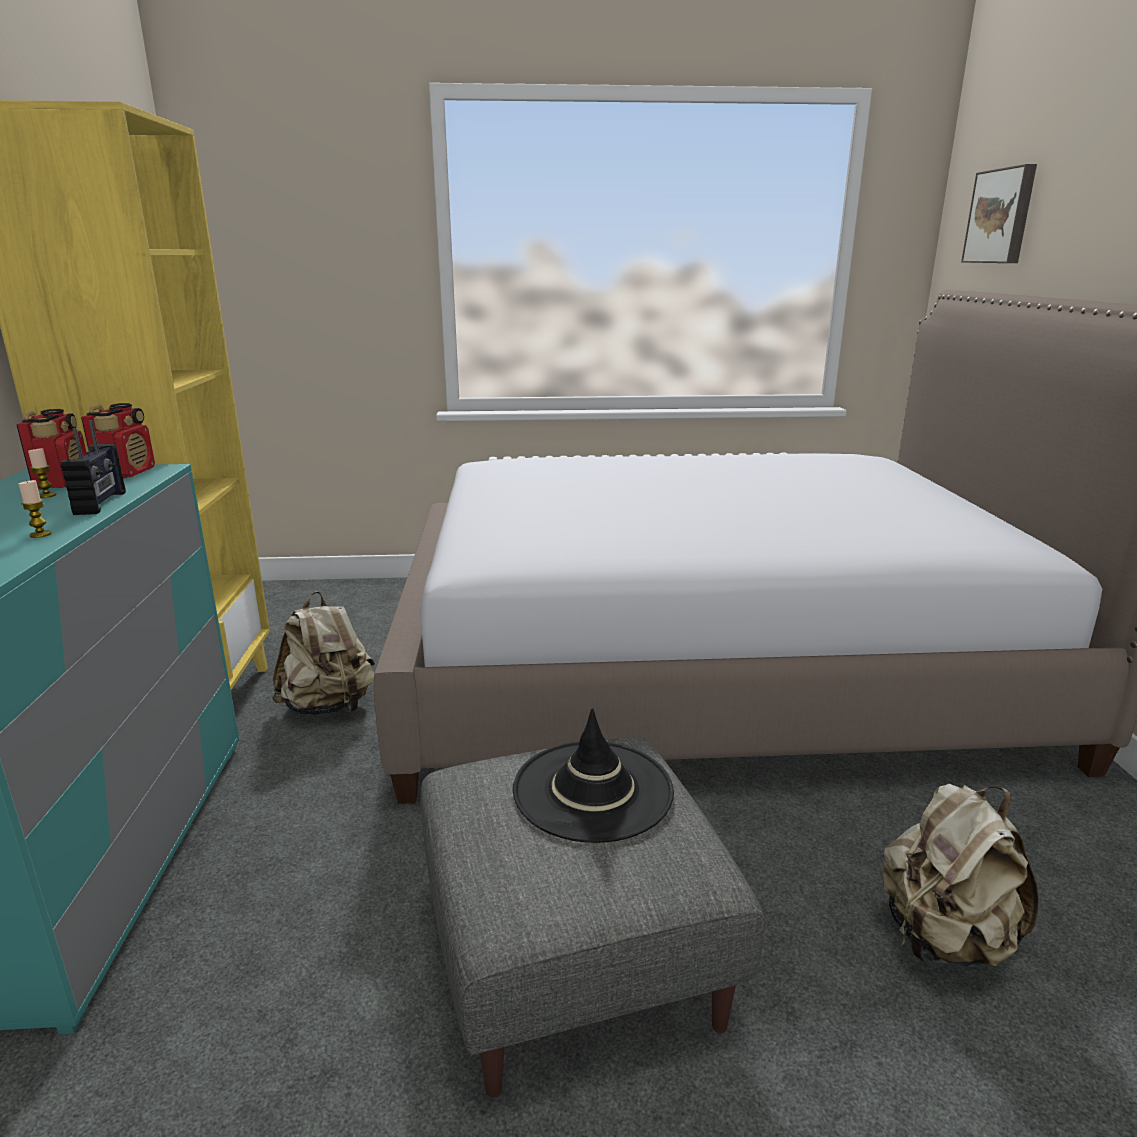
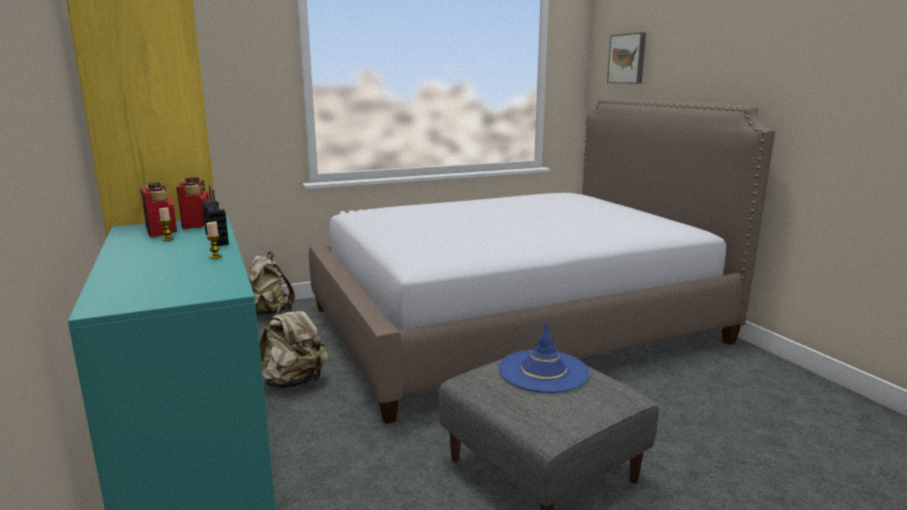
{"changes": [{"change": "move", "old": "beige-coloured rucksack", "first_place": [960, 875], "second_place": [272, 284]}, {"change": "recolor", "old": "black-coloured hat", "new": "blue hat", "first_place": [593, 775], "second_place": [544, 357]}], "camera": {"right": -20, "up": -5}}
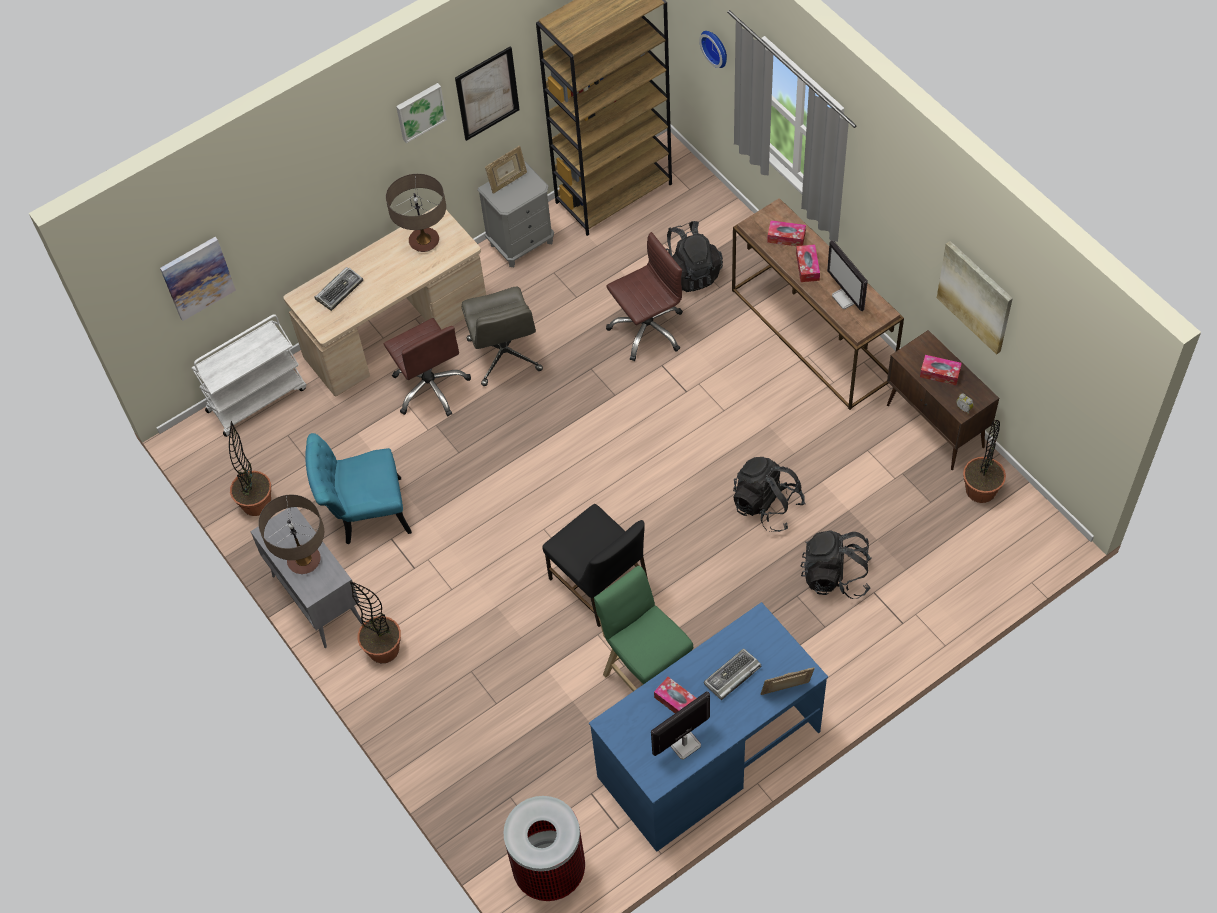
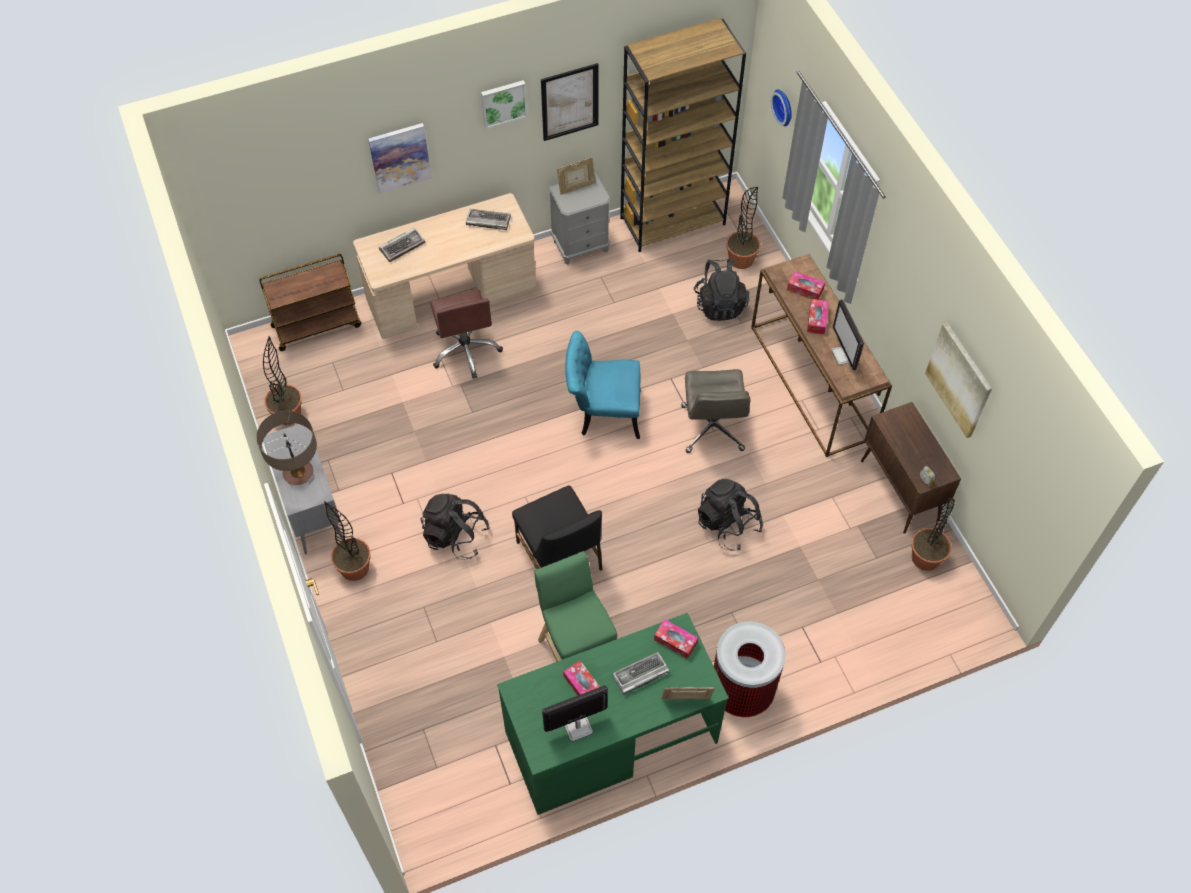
{"changes": [{"change": "delete", "old": "brown-coloured desk chair", "first_place": [644, 296]}, {"change": "insert", "new": "houseplant", "second_place": [743, 228]}, {"change": "move", "old": "wall picture", "first_place": [198, 279], "second_place": [399, 158]}, {"change": "move", "old": "turquoise-coloured plain chair", "first_place": [358, 489], "second_place": [603, 385]}, {"change": "move", "old": "greyish desk chair", "first_place": [502, 336], "second_place": [715, 411]}, {"change": "move", "old": "waste bin", "first_place": [544, 848], "second_place": [750, 669]}, {"change": "move", "old": "black-coloured rucksack", "first_place": [836, 565], "second_place": [455, 526]}, {"change": "move", "old": "tissue holder", "first_place": [941, 370], "second_place": [676, 639]}, {"change": "replace", "old": "table lamp", "new": "keyboard", "first_place": [416, 213], "second_place": [488, 219]}, {"change": "recolor", "old": "whitish trolley", "new": "brown-coloured trolley", "first_place": [249, 375], "second_place": [310, 302]}, {"change": "recolor", "old": "blue desk unit", "new": "greenish desk unit", "first_place": [708, 726], "second_place": [613, 714]}], "camera": {"right": 10, "up": 0}}
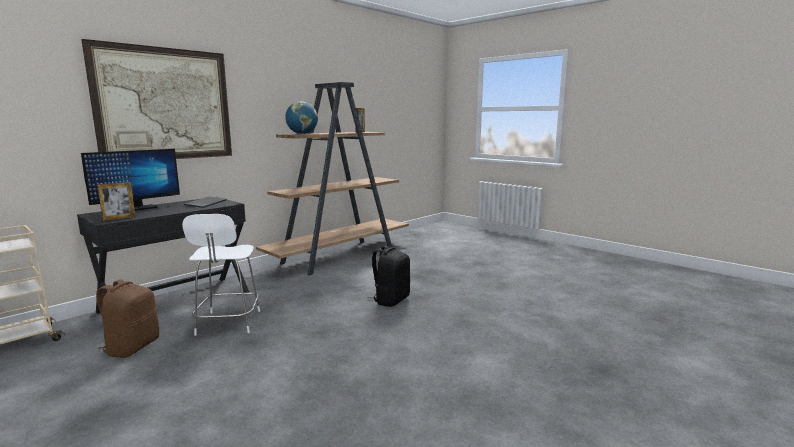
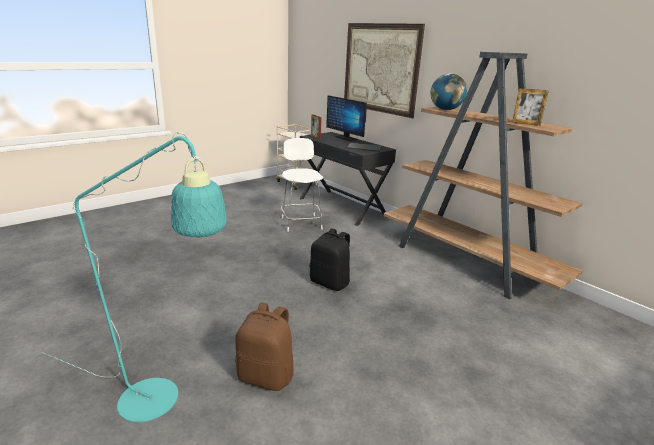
{"changes": [{"change": "insert", "new": "turquoise-coloured standing lamp", "second_place": [134, 277]}, {"change": "move", "old": "brown-coloured rucksack", "first_place": [127, 318], "second_place": [264, 346]}, {"change": "rotate", "old": "whitish plain chair", "first_place": [221, 275], "second_place": [302, 185], "degrees": 75}], "camera": {"right": 95, "up": 10}}
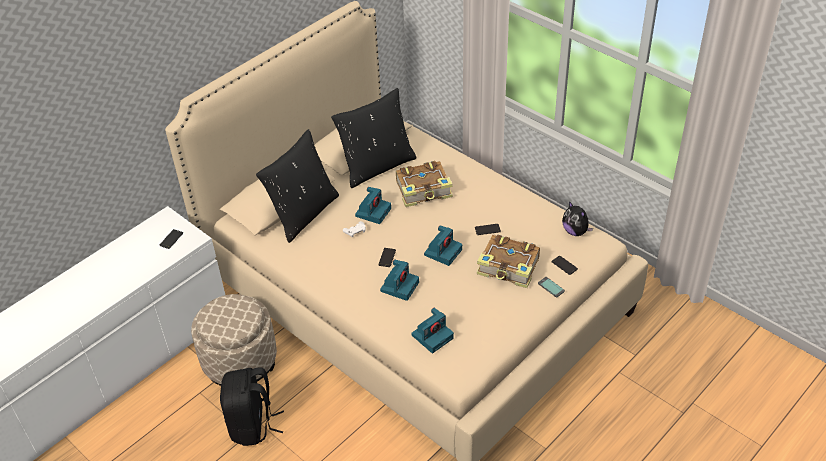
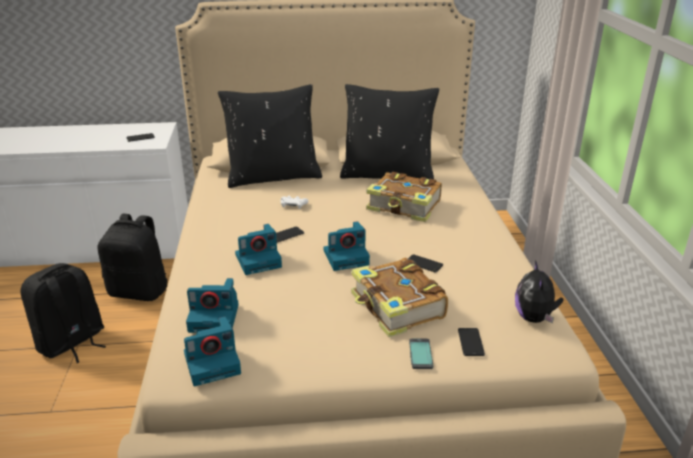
{"changes": [{"change": "move", "old": "still camera", "first_place": [373, 205], "second_place": [212, 351]}, {"change": "replace", "old": "beige-coloured footrest", "new": "black-coloured rucksack", "first_place": [234, 340], "second_place": [133, 257]}], "camera": {"right": 40, "up": -15}}
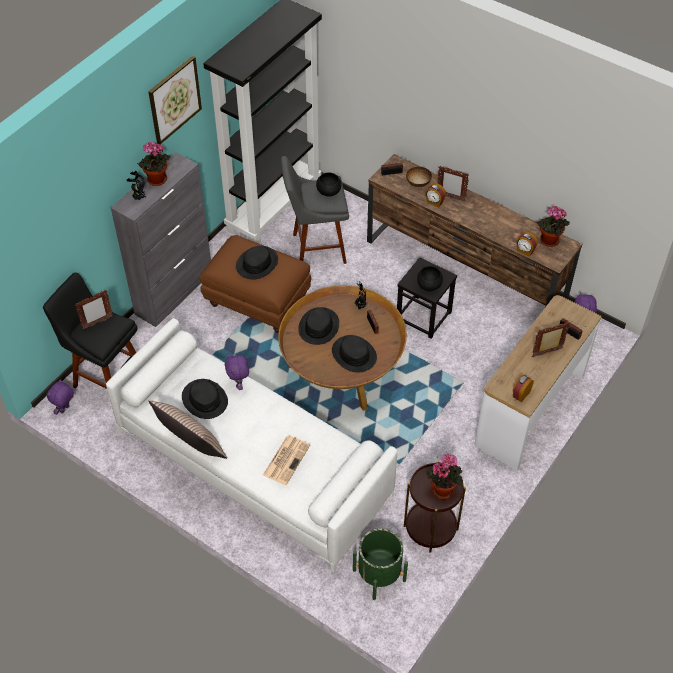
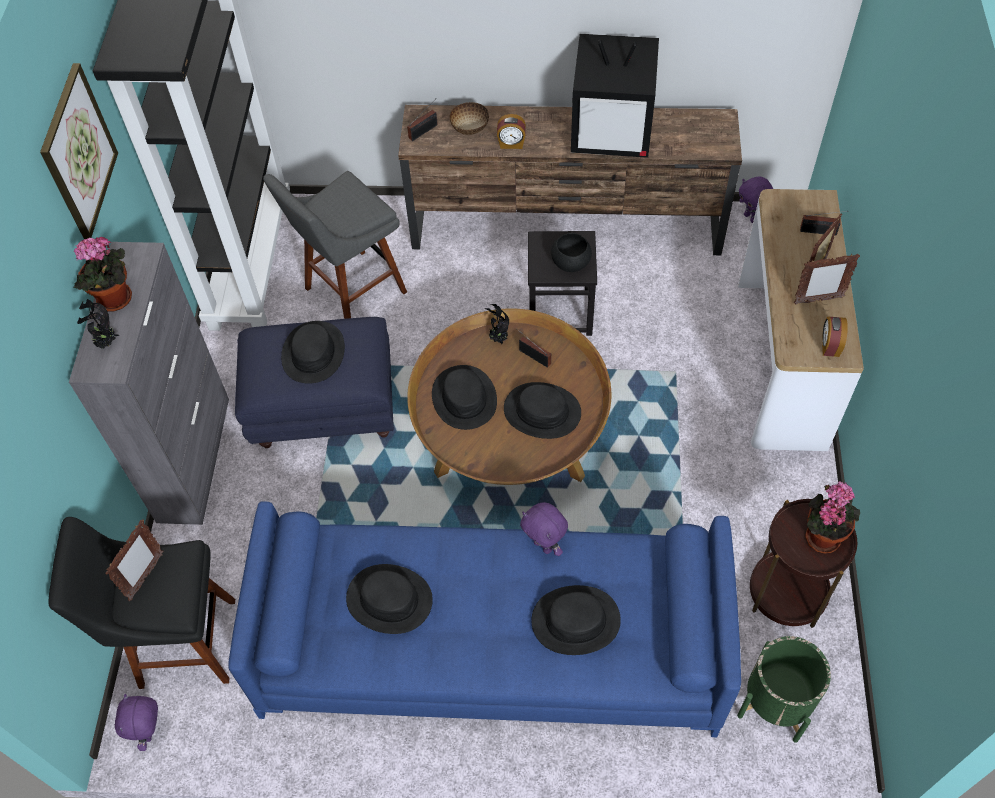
{"changes": [{"change": "delete", "old": "throw pillow", "first_place": [187, 429]}, {"change": "delete", "old": "black-coloured serving bowl", "first_place": [329, 184]}, {"change": "delete", "old": "bedside clock", "first_place": [527, 244]}, {"change": "delete", "old": "houseplant", "first_place": [553, 226]}, {"change": "insert", "new": "TV", "second_place": [615, 96]}, {"change": "move", "old": "purple plush toy", "first_place": [237, 372], "second_place": [544, 529]}, {"change": "move", "old": "picture frame", "first_place": [453, 184], "second_place": [827, 279]}, {"change": "replace", "old": "newspaper", "new": "black-coloured hat", "first_place": [286, 460], "second_place": [576, 620]}, {"change": "recolor", "old": "whitish settee", "new": "blue settee", "first_place": [251, 445], "second_place": [485, 619]}, {"change": "recolor", "old": "brown-coloured footrest", "new": "blue footrest", "first_place": [255, 284], "second_place": [314, 382]}], "camera": {"right": -30, "up": 5}}
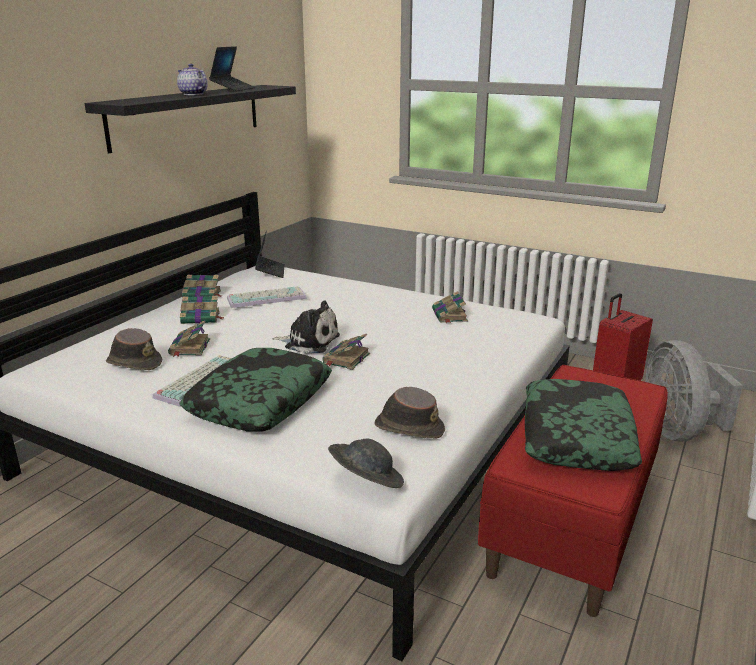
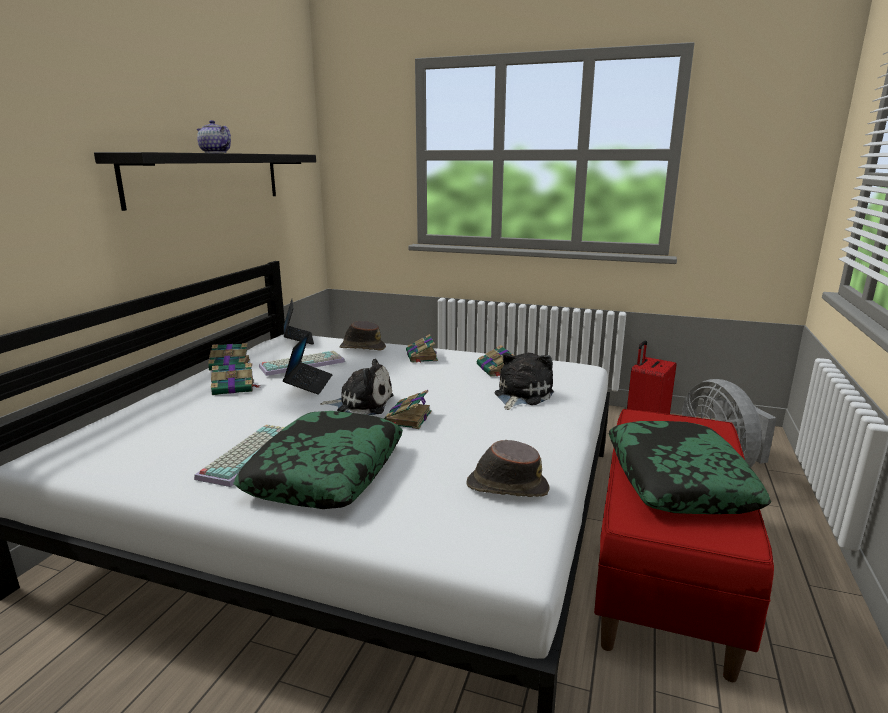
{"changes": [{"change": "delete", "old": "greyish hat", "first_place": [366, 463]}, {"change": "insert", "new": "plush toy", "second_place": [524, 381]}, {"change": "move", "old": "brown-coloured hat", "first_place": [134, 349], "second_place": [362, 336]}, {"change": "move", "old": "volume", "first_place": [189, 338], "second_place": [422, 348]}, {"change": "move", "old": "laptop", "first_place": [232, 68], "second_place": [308, 363]}], "camera": {"right": -10, "up": -5}}
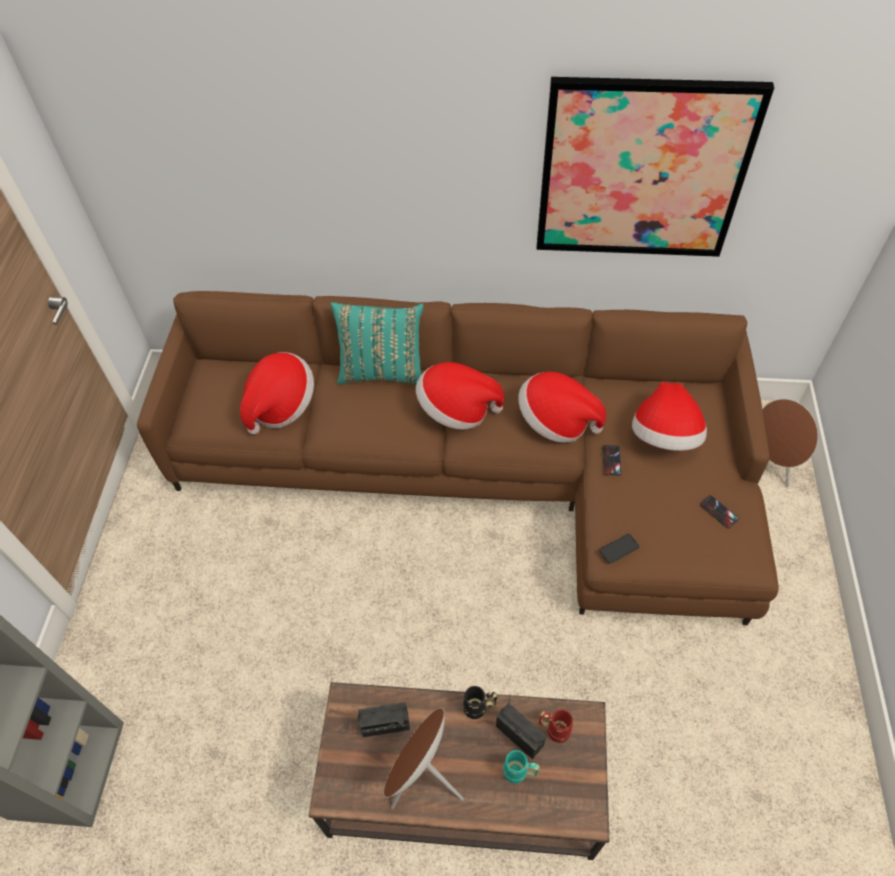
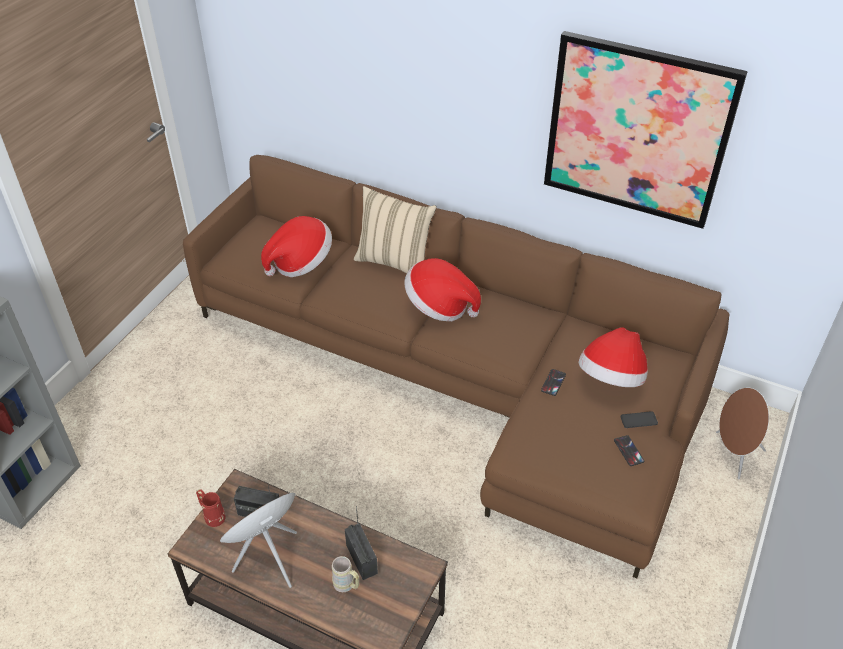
{"changes": [{"change": "delete", "old": "black-coloured tea mug", "first_place": [480, 702]}, {"change": "delete", "old": "hat", "first_place": [562, 407]}, {"change": "move", "old": "red-coloured tea mug", "first_place": [556, 726], "second_place": [211, 508]}, {"change": "move", "old": "handset", "first_place": [619, 549], "second_place": [639, 419]}, {"change": "recolor", "old": "turquoise-coloured throw pillow", "new": "beige-coloured throw pillow", "first_place": [377, 343], "second_place": [395, 229]}, {"change": "recolor", "old": "turquoise-coloured tea mug", "new": "beige-coloured tea mug", "first_place": [521, 767], "second_place": [345, 574]}], "camera": {"right": 20, "up": -10}}
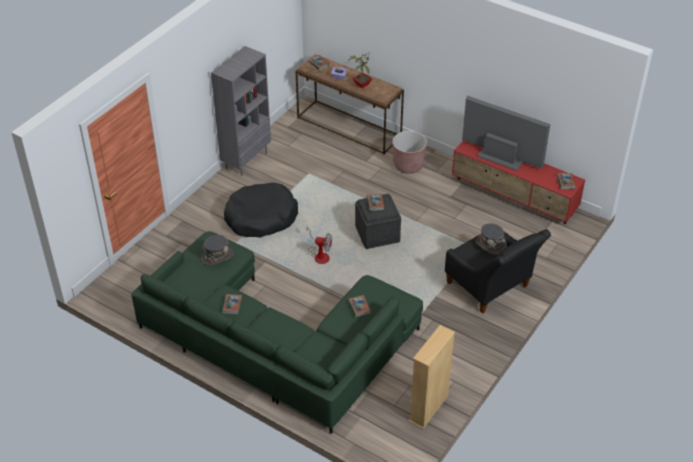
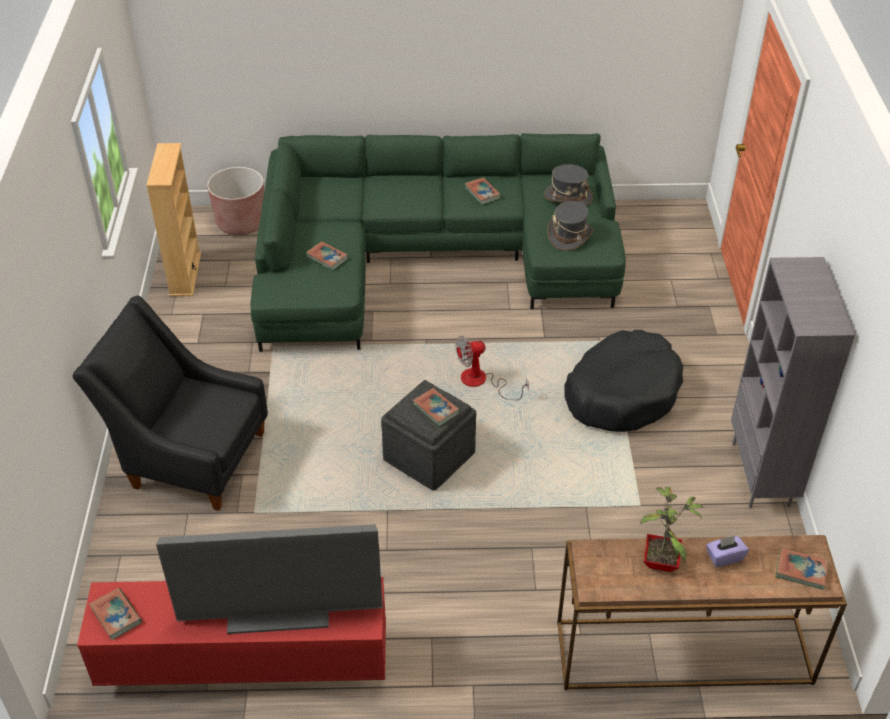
{"changes": [{"change": "move", "old": "brown-coloured planter", "first_place": [409, 152], "second_place": [235, 201]}, {"change": "move", "old": "greyish hat", "first_place": [491, 239], "second_place": [568, 184]}], "camera": {"right": 145, "up": 0}}
